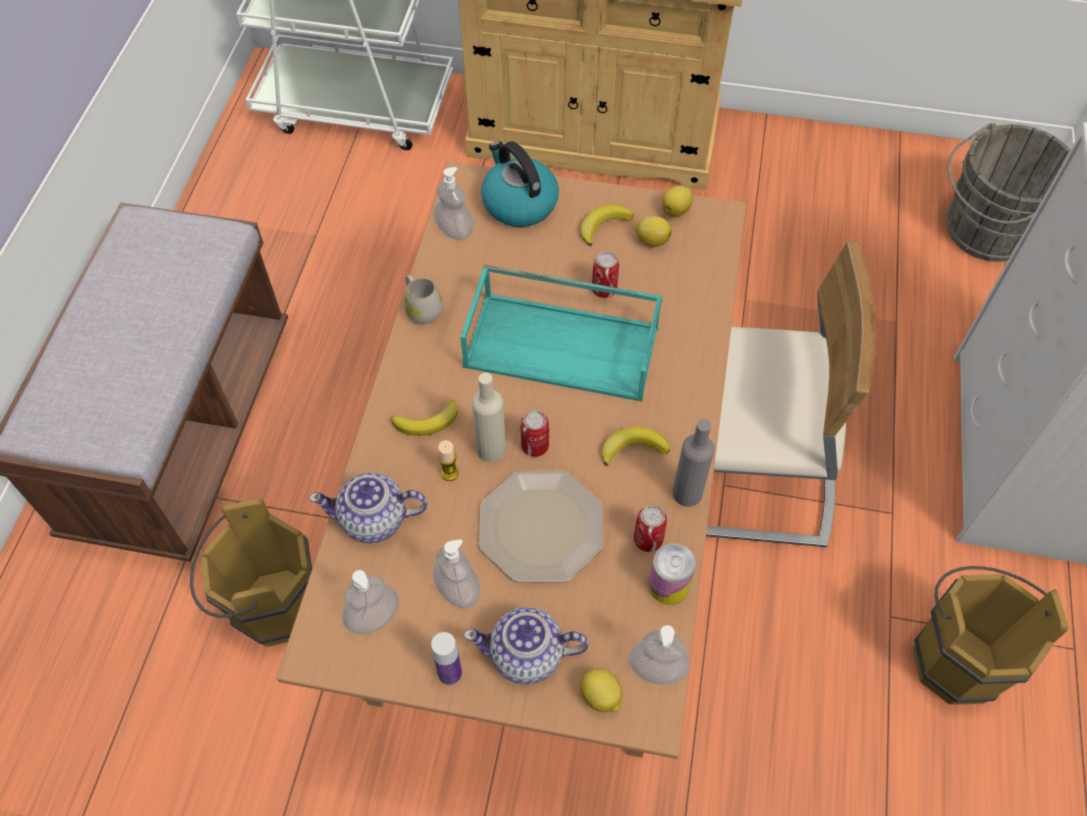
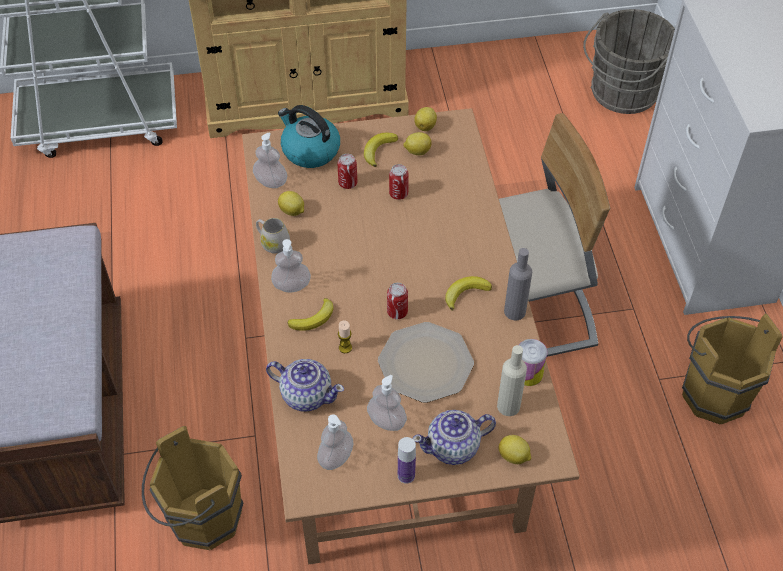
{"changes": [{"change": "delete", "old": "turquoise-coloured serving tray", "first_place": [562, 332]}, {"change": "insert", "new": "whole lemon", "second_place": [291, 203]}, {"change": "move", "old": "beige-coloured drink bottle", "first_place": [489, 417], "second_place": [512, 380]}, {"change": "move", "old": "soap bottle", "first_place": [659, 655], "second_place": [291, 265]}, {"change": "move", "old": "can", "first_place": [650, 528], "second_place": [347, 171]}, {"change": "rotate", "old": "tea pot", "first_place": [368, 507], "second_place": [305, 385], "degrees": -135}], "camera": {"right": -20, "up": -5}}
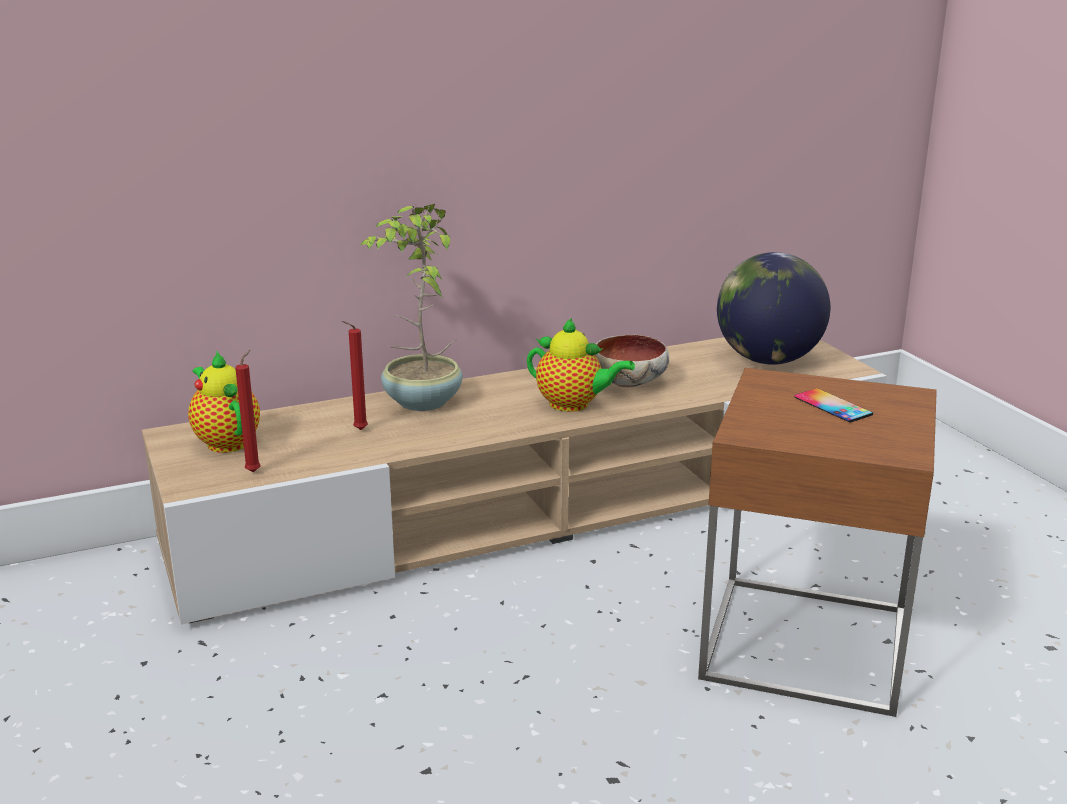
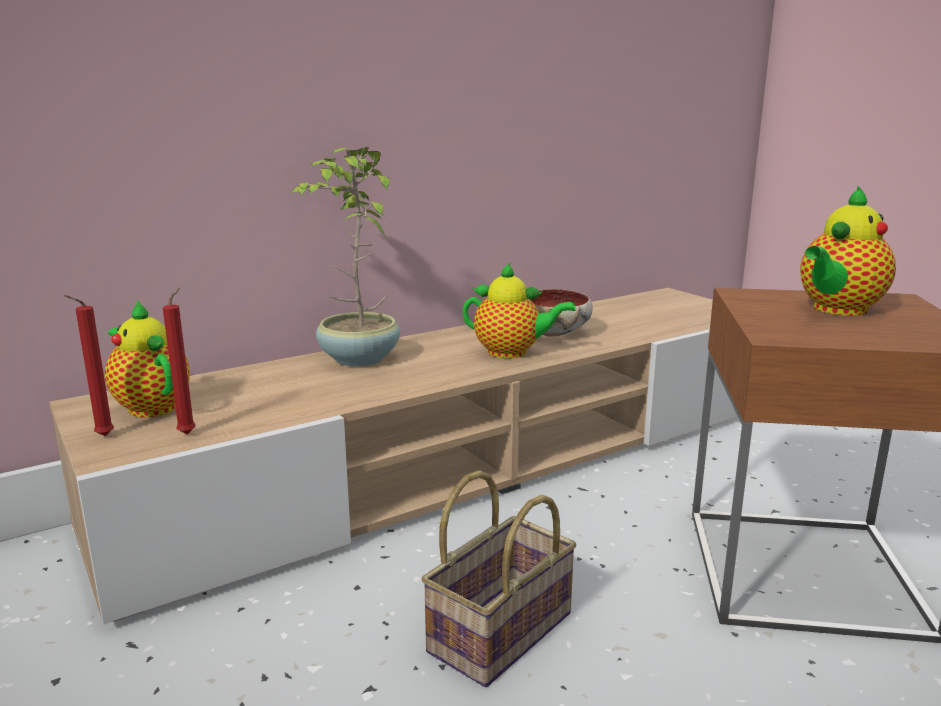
{"changes": [{"change": "delete", "old": "world globe", "first_place": [773, 308]}, {"change": "insert", "new": "household basket", "second_place": [499, 579]}, {"change": "move", "old": "red-coloured wax candle", "first_place": [355, 375], "second_place": [89, 365]}, {"change": "replace", "old": "handset", "new": "tea pot", "first_place": [833, 405], "second_place": [848, 251]}], "camera": {"right": -10, "up": -5}}
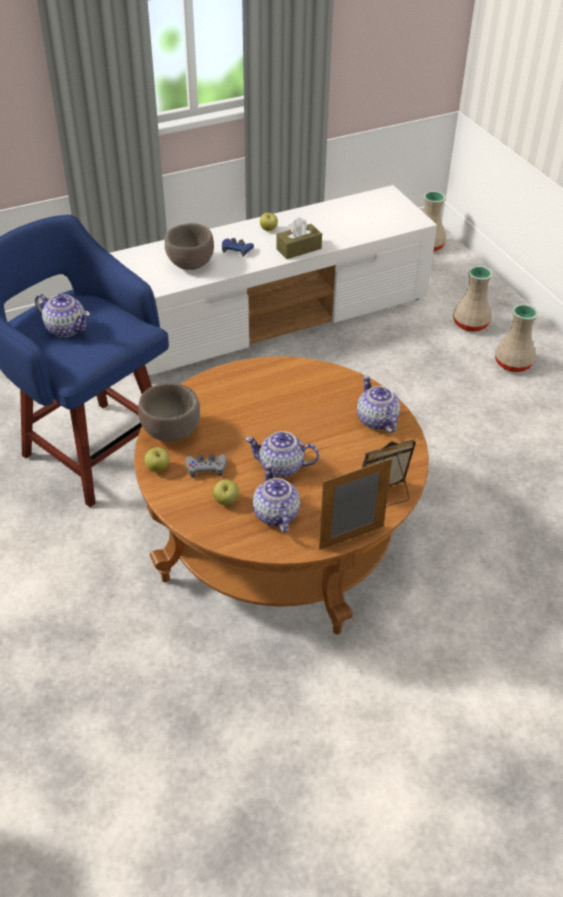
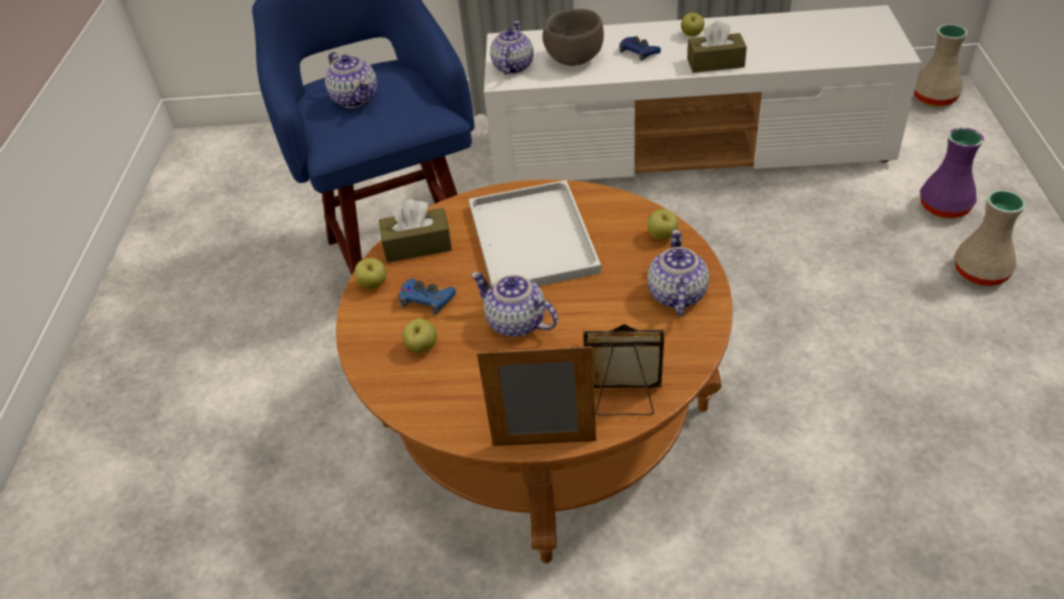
{"changes": [{"change": "insert", "new": "whitish serving tray", "second_place": [535, 233]}, {"change": "insert", "new": "apple fruit", "second_place": [662, 224]}, {"change": "move", "old": "tea pot", "first_place": [276, 498], "second_place": [512, 48]}, {"change": "replace", "old": "brown-coloured serving bowl", "new": "brown-coloured tissue holder", "first_place": [169, 412], "second_place": [415, 231]}, {"change": "recolor", "old": "greyish joypad", "new": "blue joypad", "first_place": [206, 466], "second_place": [427, 297]}, {"change": "recolor", "old": "beige-coloured flower vase", "new": "purple flower vase", "first_place": [472, 299], "second_place": [952, 173]}], "camera": {"right": 30, "up": 0}}
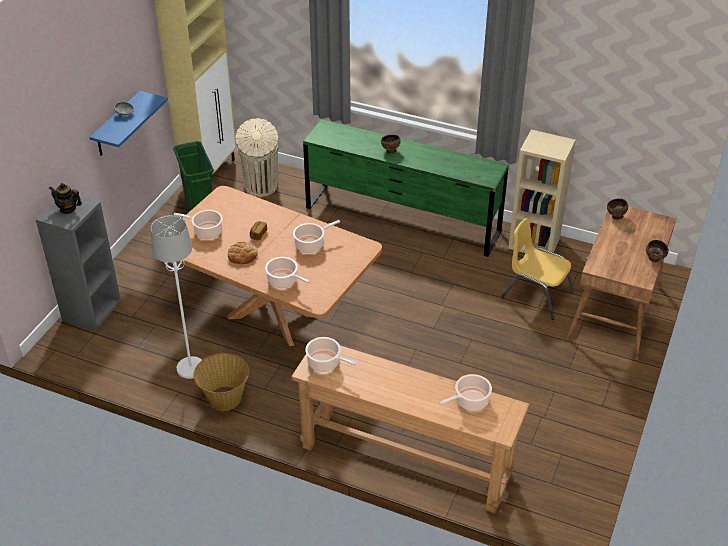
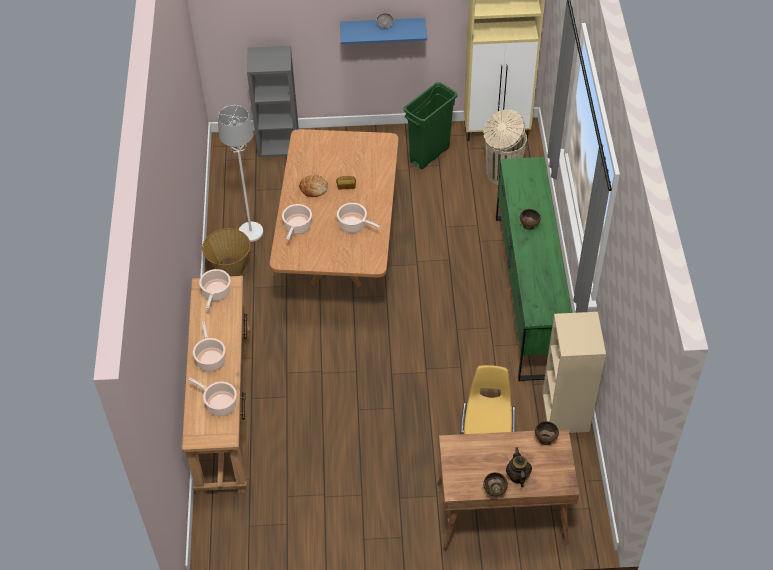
{"changes": [{"change": "move", "old": "tea pot", "first_place": [65, 198], "second_place": [519, 467]}, {"change": "move", "old": "stockpot", "first_place": [198, 224], "second_place": [209, 346]}], "camera": {"right": 65, "up": 10}}
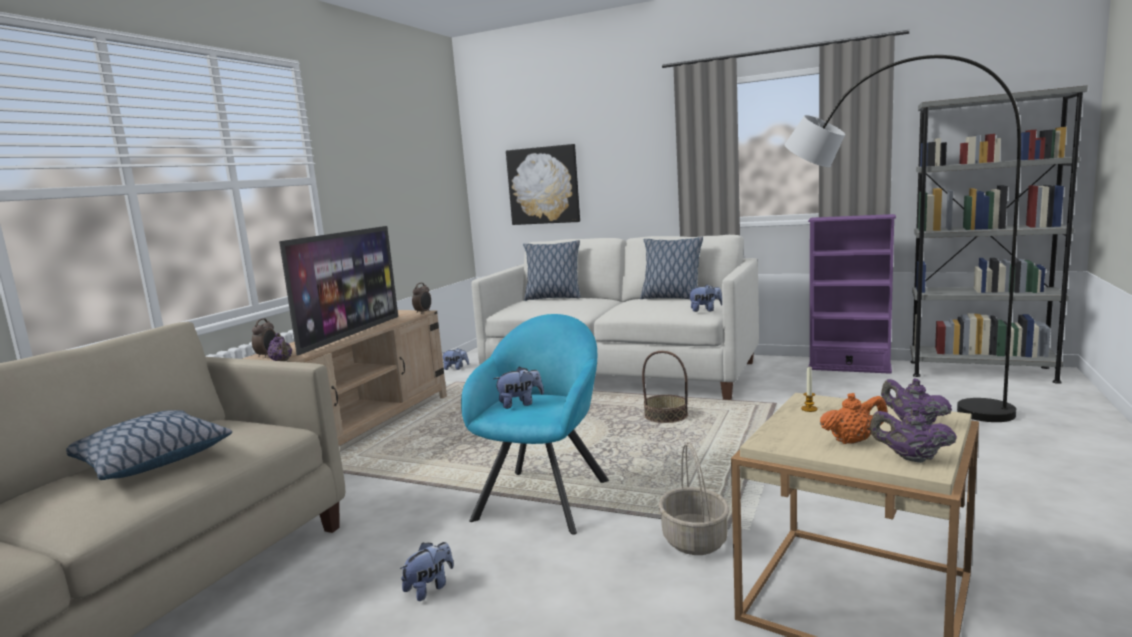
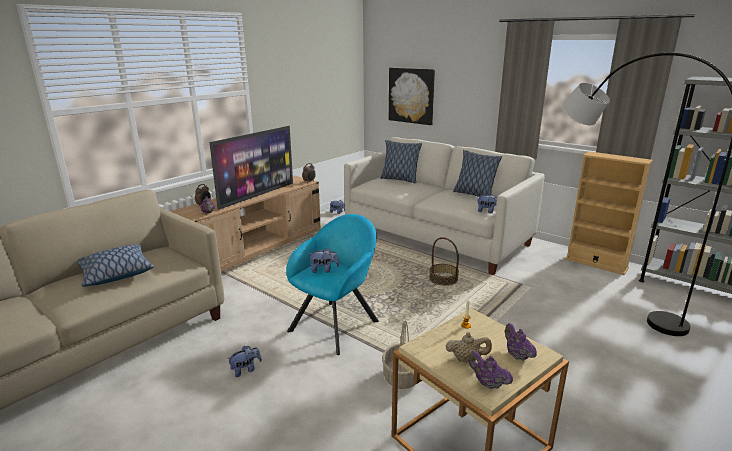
{"changes": [{"change": "recolor", "old": "purple shelving unit", "new": "beige-coloured shelving unit", "first_place": [852, 294], "second_place": [609, 213]}, {"change": "recolor", "old": "orange-coloured tea pot", "new": "beige-coloured tea pot", "first_place": [854, 418], "second_place": [468, 347]}], "camera": {"right": 15, "up": 10}}
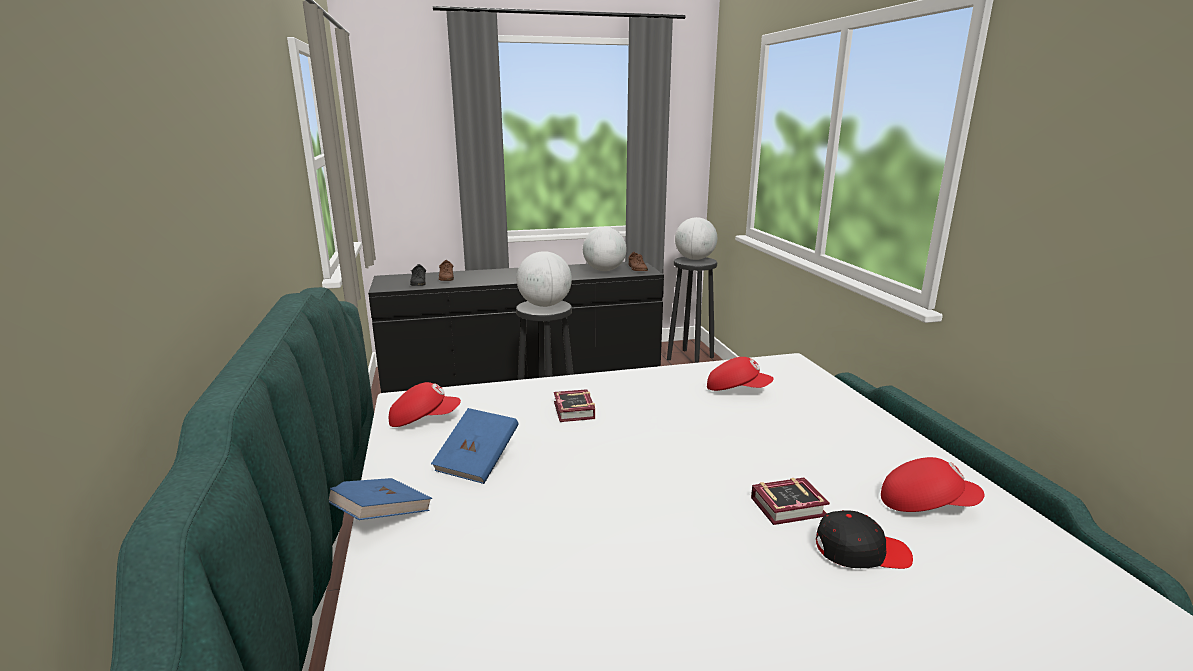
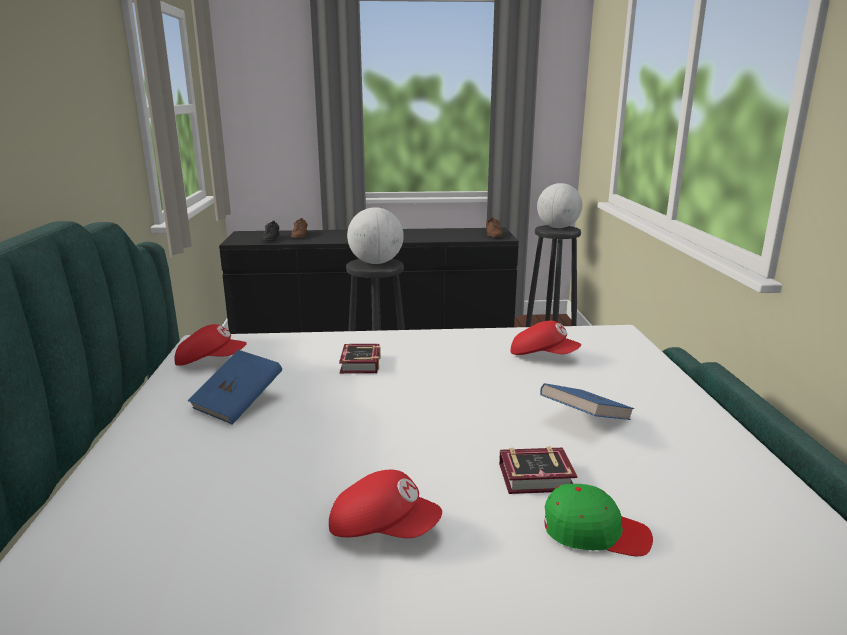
{"changes": [{"change": "delete", "old": "world globe", "first_place": [605, 249]}, {"change": "move", "old": "blue volume", "first_place": [380, 499], "second_place": [587, 401]}, {"change": "move", "old": "red-coloured cap", "first_place": [932, 484], "second_place": [385, 504]}, {"change": "recolor", "old": "black-coloured cap", "new": "greenish cap", "first_place": [864, 539], "second_place": [598, 520]}], "camera": {"right": 10, "up": 0}}
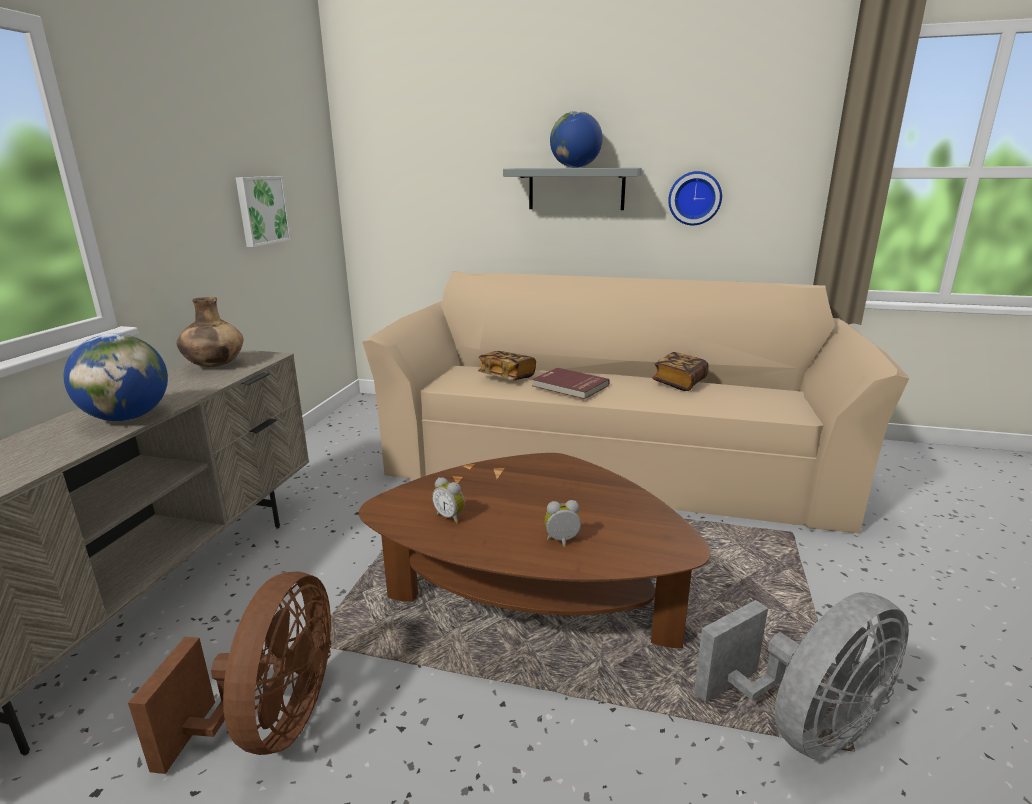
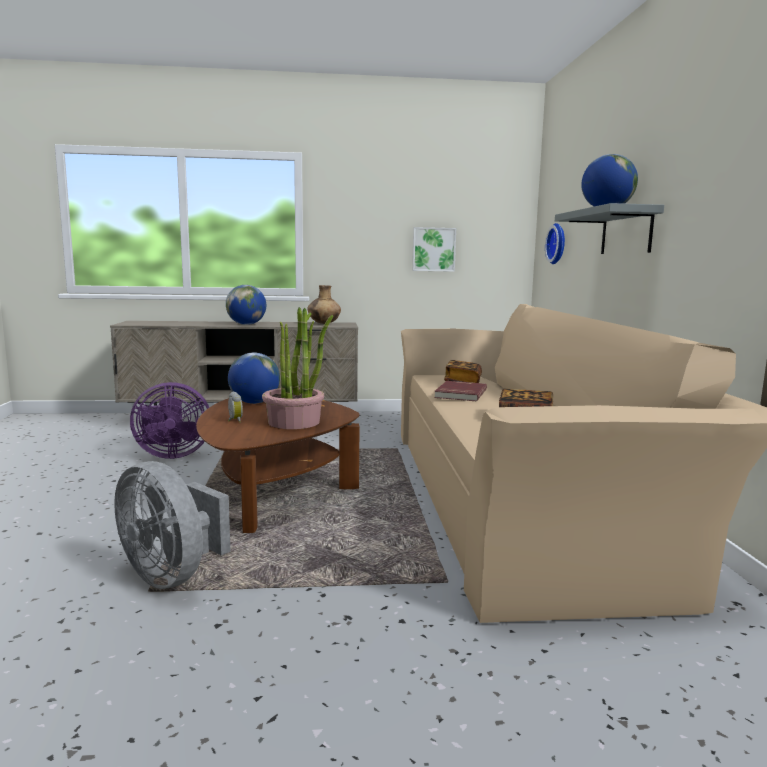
{"changes": [{"change": "insert", "new": "houseplant", "second_place": [297, 368]}, {"change": "move", "old": "wall clock", "first_place": [695, 198], "second_place": [555, 243]}, {"change": "replace", "old": "bedside clock", "new": "world globe", "first_place": [448, 500], "second_place": [254, 378]}, {"change": "recolor", "old": "brown-coloured electric fan", "new": "purple electric fan", "first_place": [229, 672], "second_place": [169, 420]}], "camera": {"right": 70, "up": -10}}
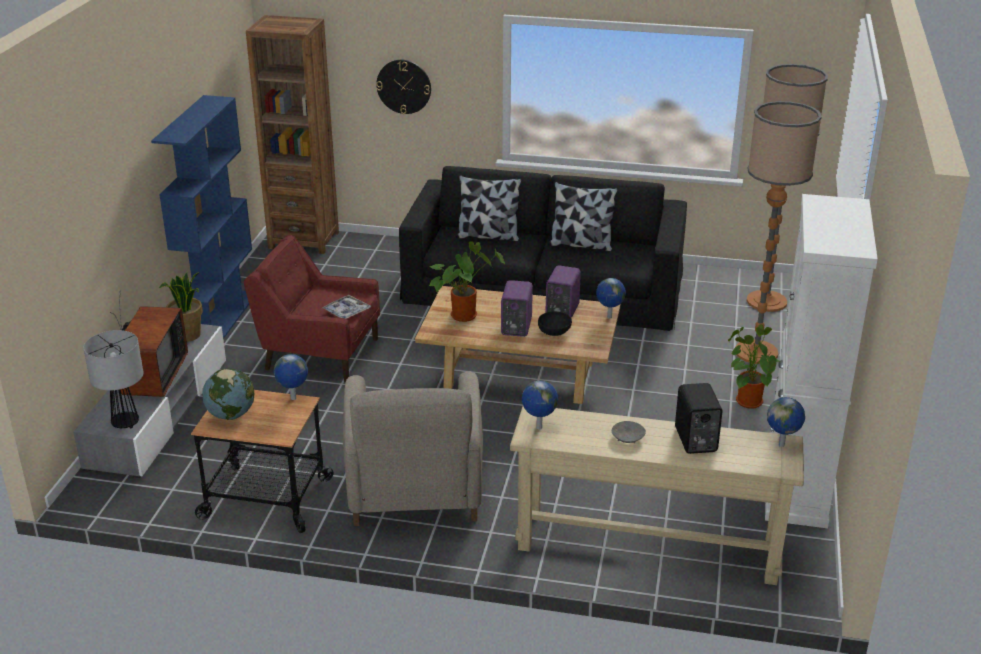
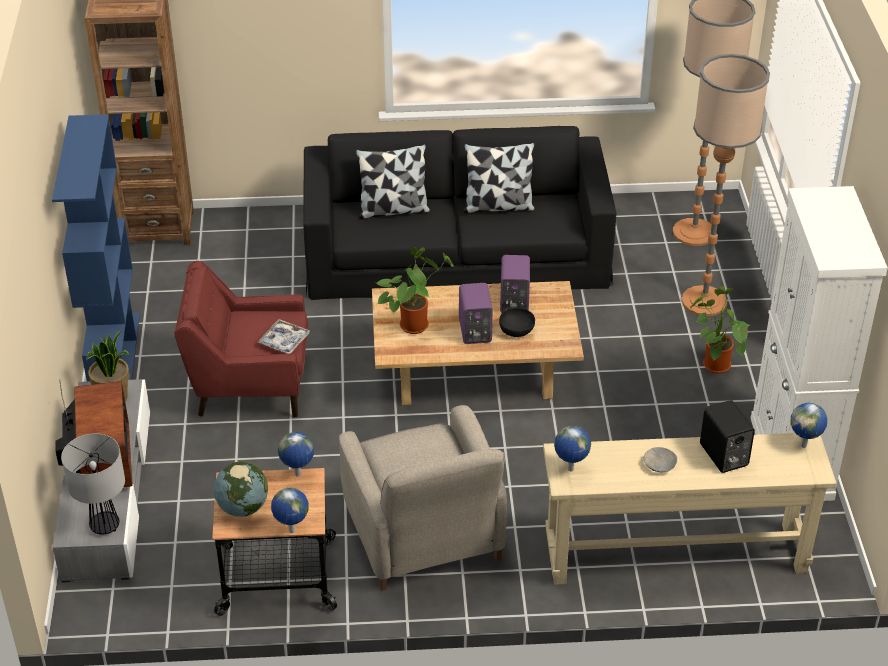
{"changes": [{"change": "delete", "old": "wall clock", "first_place": [403, 87]}, {"change": "move", "old": "world globe", "first_place": [611, 298], "second_place": [290, 510]}], "camera": {"right": -15, "up": 10}}
